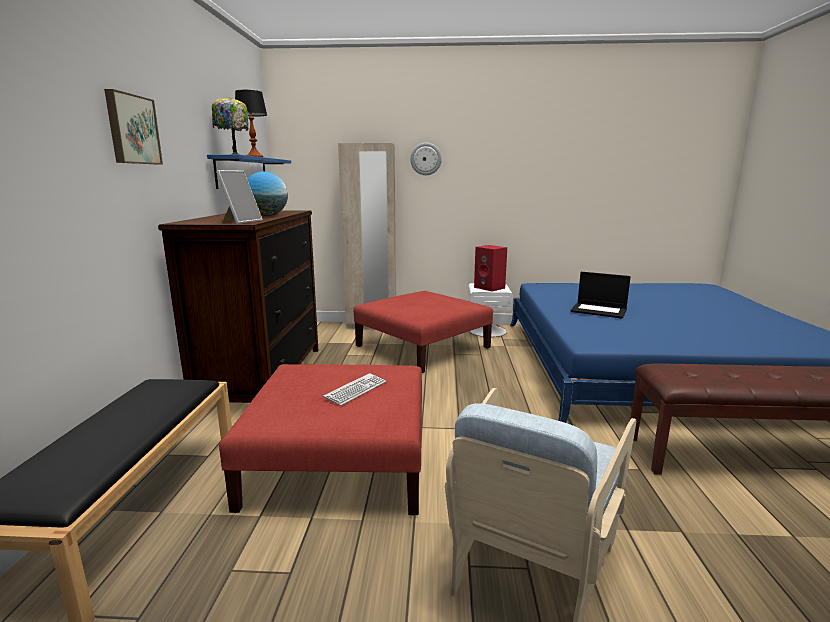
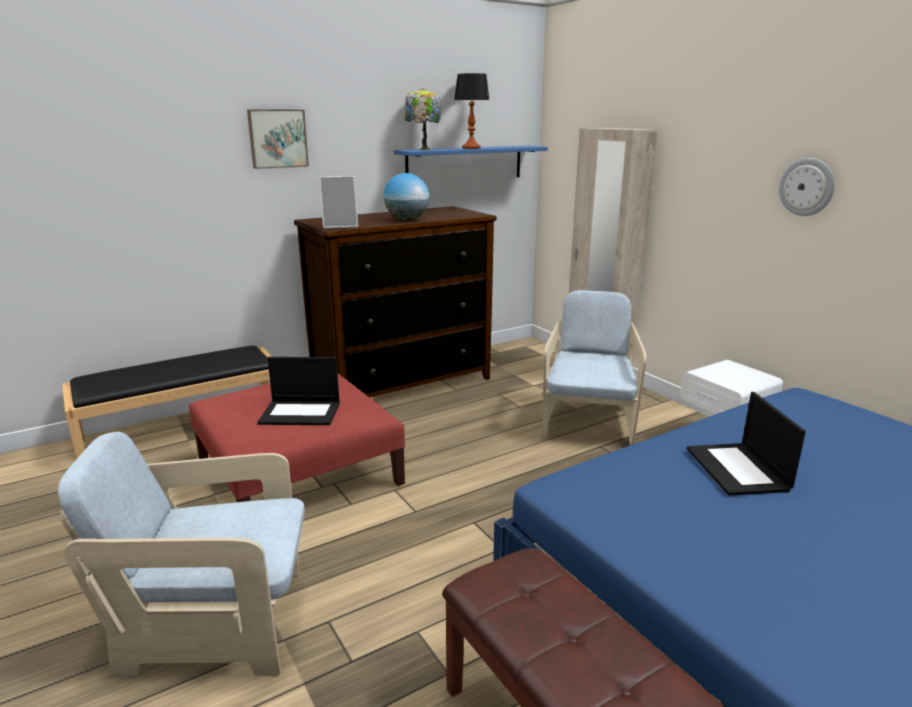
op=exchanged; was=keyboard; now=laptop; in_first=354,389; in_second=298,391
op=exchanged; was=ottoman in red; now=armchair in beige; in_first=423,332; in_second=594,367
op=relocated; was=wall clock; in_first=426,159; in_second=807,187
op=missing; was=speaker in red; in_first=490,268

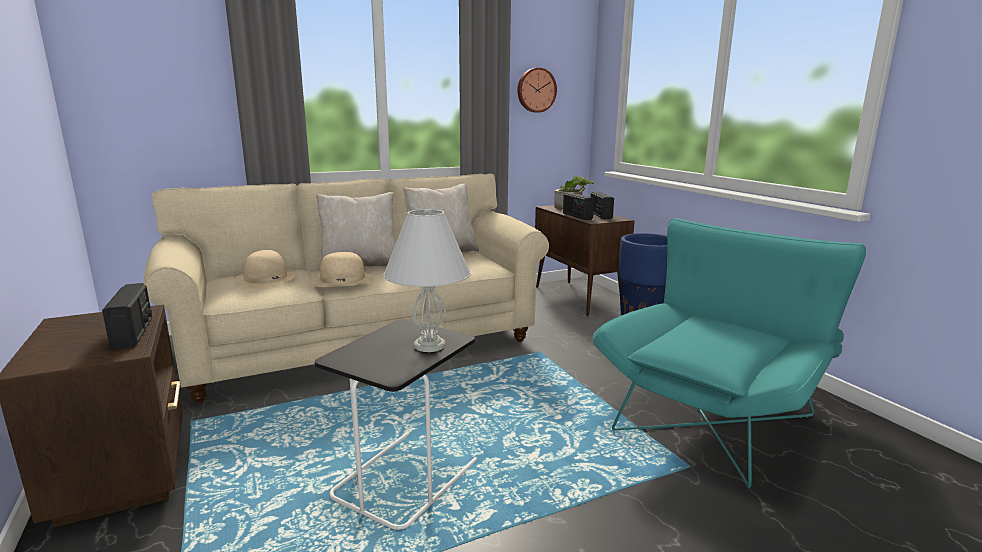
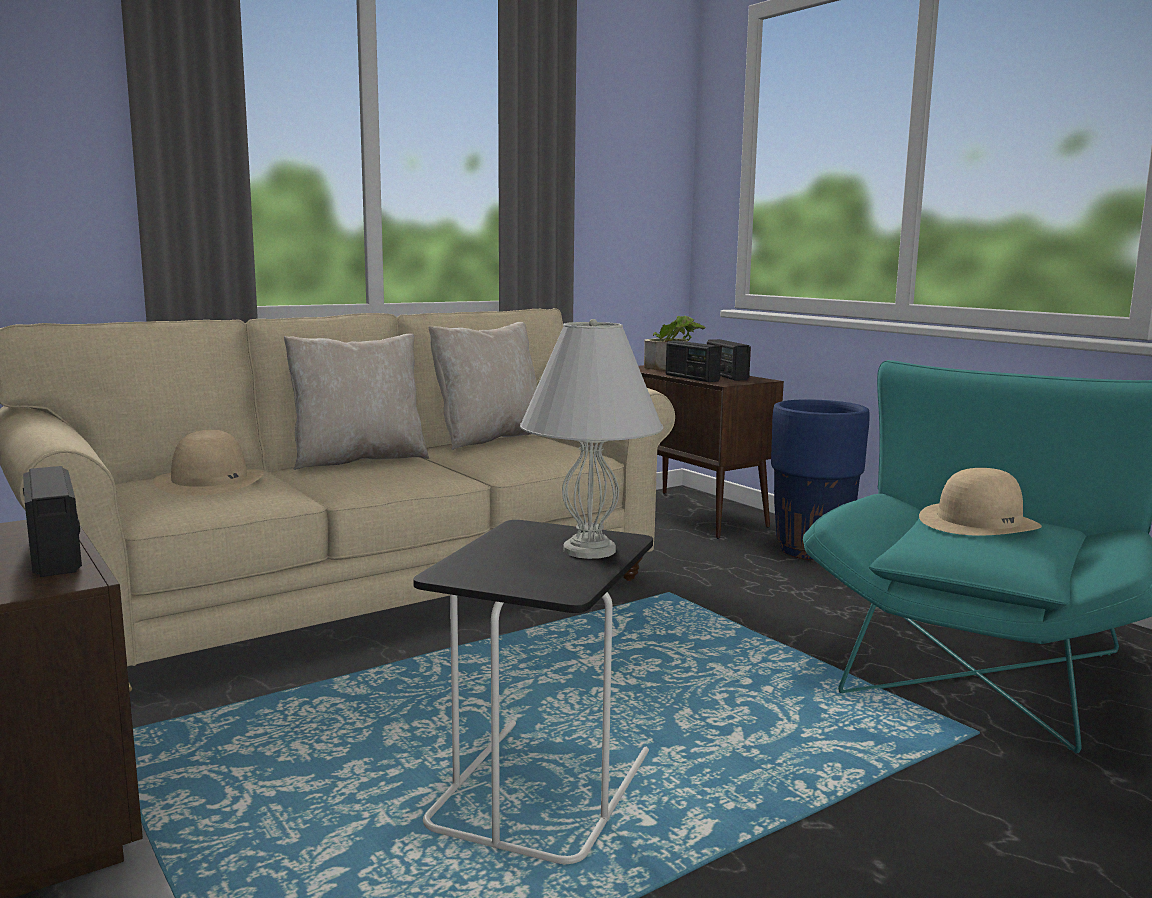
op=relocated; was=hat in beige; in_first=343,269; in_second=980,502
op=missing; was=wall clock; in_first=537,90

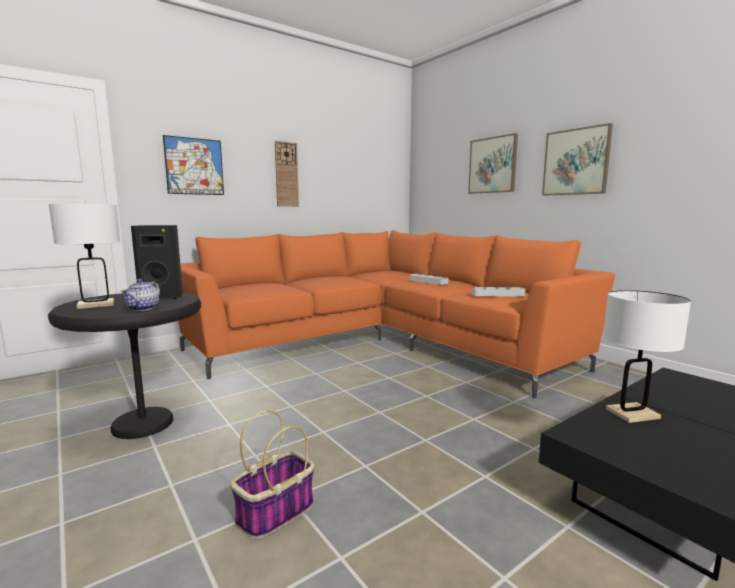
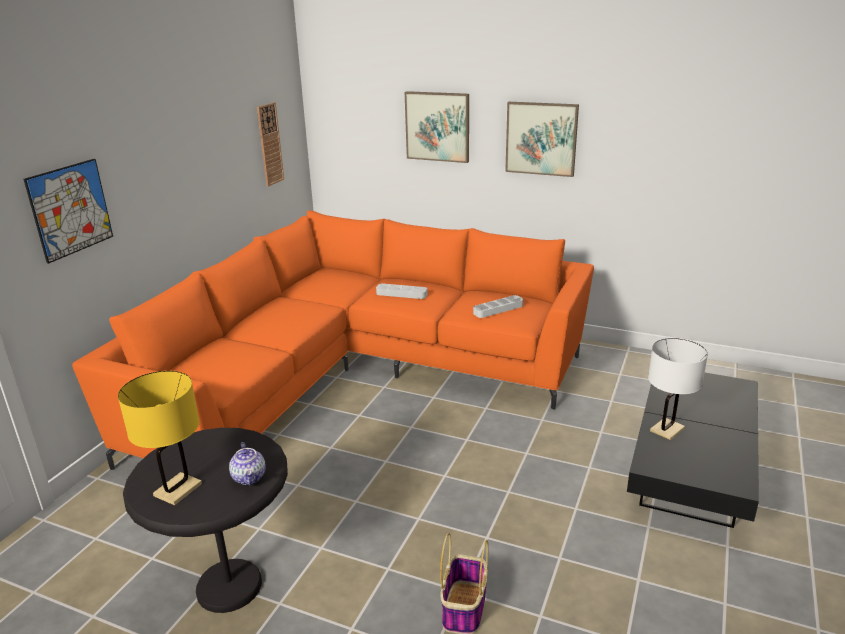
op=colour; was=table lamp in white; now=table lamp in yellow; in_first=84,256; in_second=160,438
op=relocated; was=wall clock; in_first=287,174; in_second=270,144
op=missing; was=speaker in black; in_first=157,262

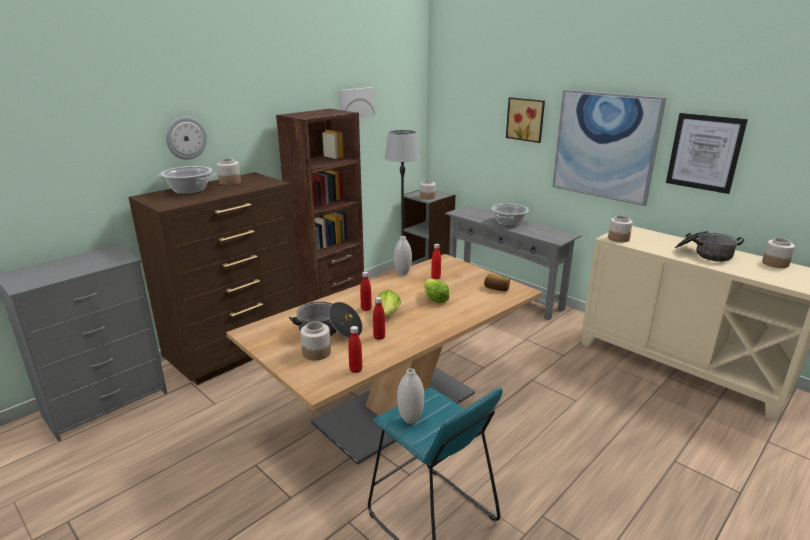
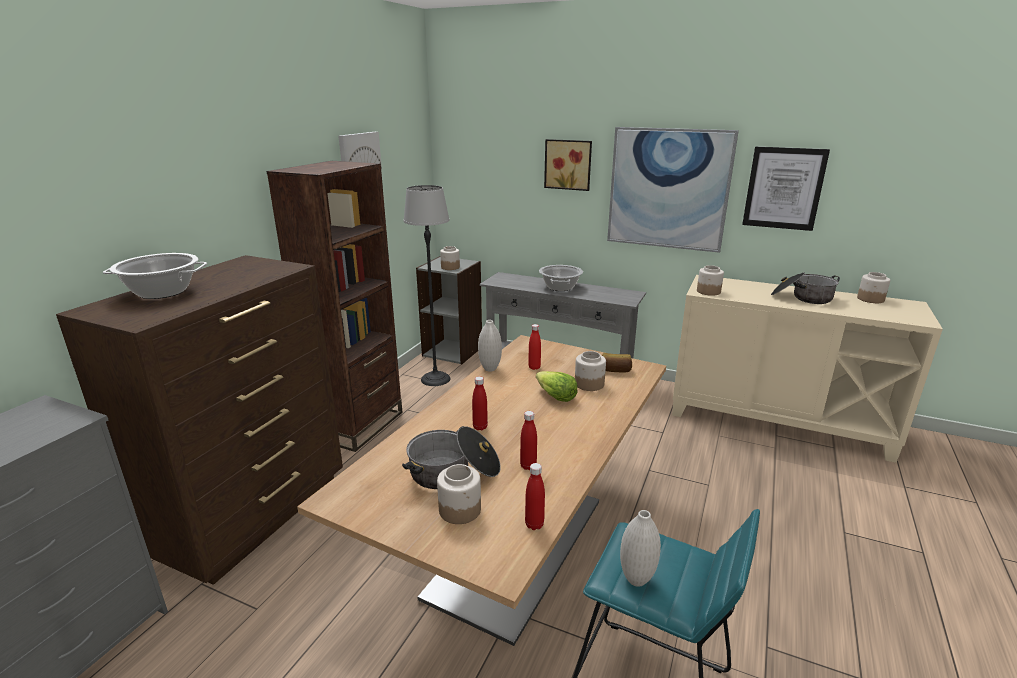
op=relocated; was=jar; in_first=229,171; in_second=590,371
op=missing; was=wall clock; in_first=186,138
op=missing; was=lettuce; in_first=389,303

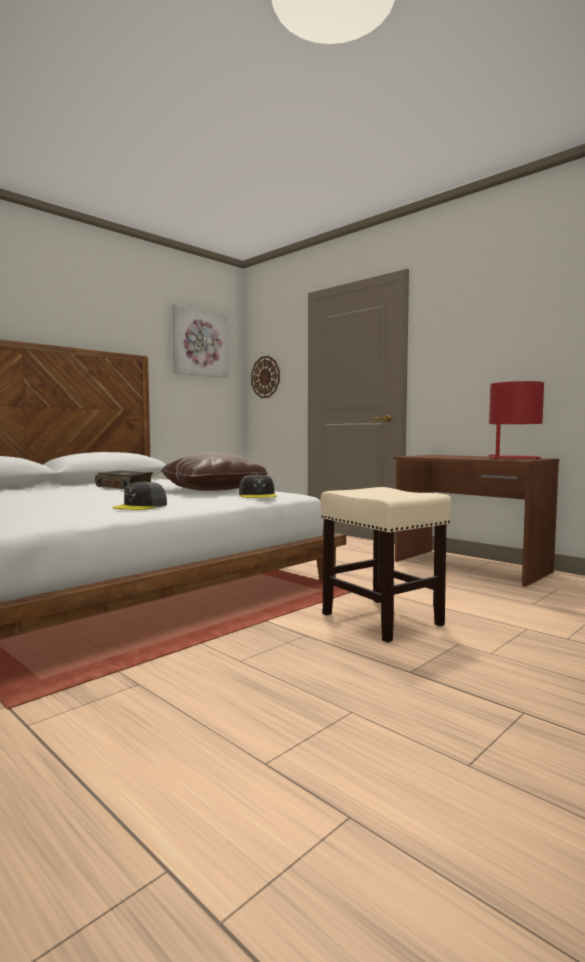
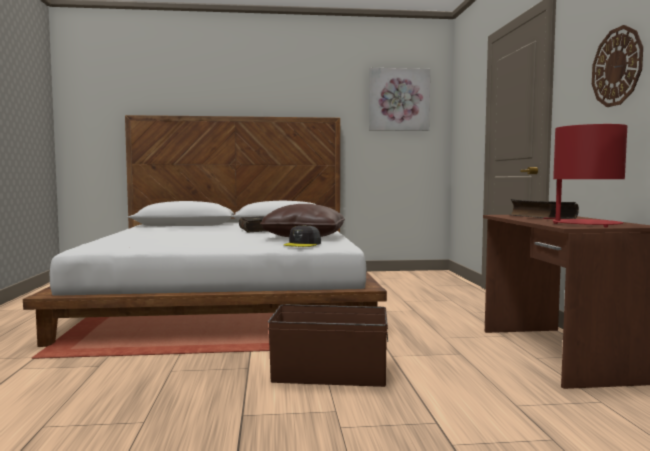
op=exchanged; was=stool in beige; now=storage box in brown; in_first=386,565; in_second=328,345
op=appeared; now=book; in_second=544,208
op=relocated; was=wall clock; in_first=265,377; in_second=617,66
op=missing; was=cap in grey; in_first=140,495

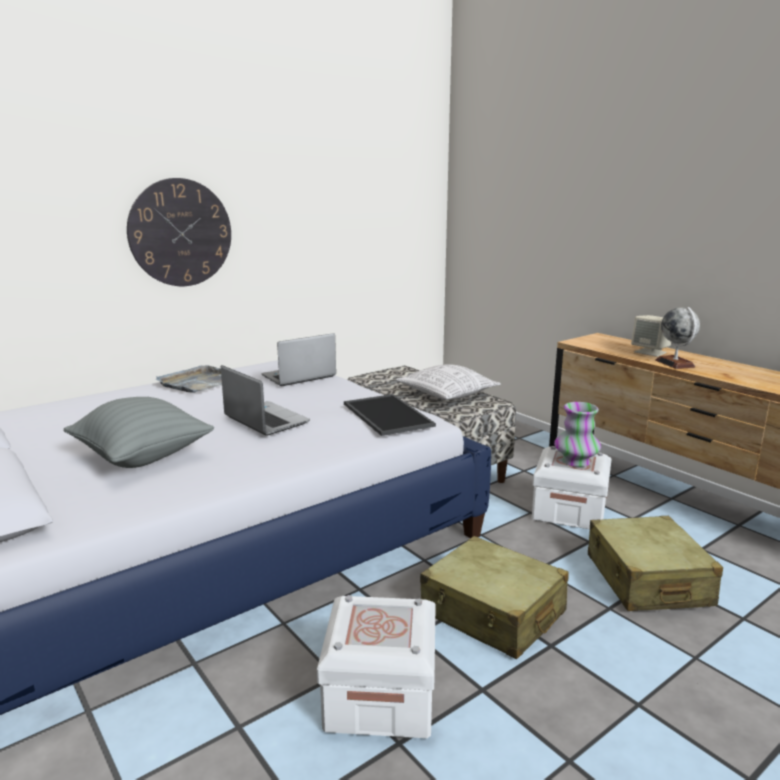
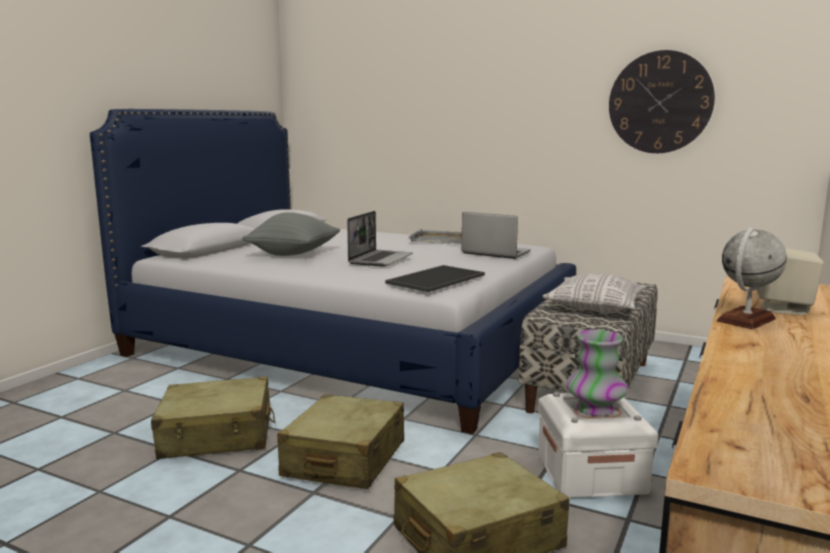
op=exchanged; was=storage box in white; now=suitcase in beige; in_first=376,666; in_second=213,417
op=relocated; was=wall clock; in_first=179,232; in_second=662,101

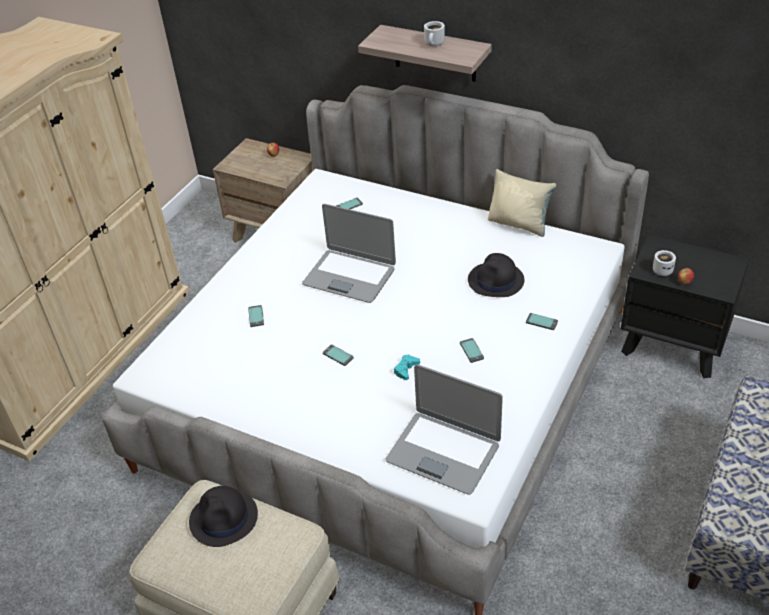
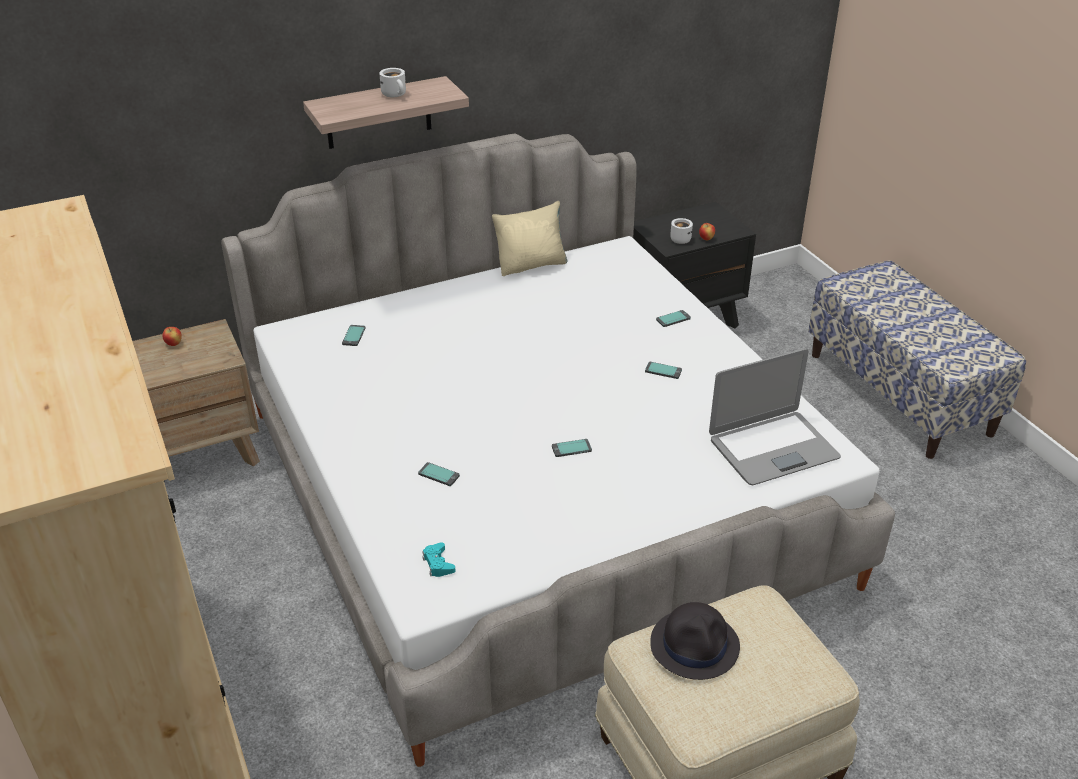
op=relocated; was=game controller in turquoise; in_first=407,367; in_second=439,559
op=missing; was=laptop; in_first=349,253
op=missing; was=hat in black; in_first=496,275

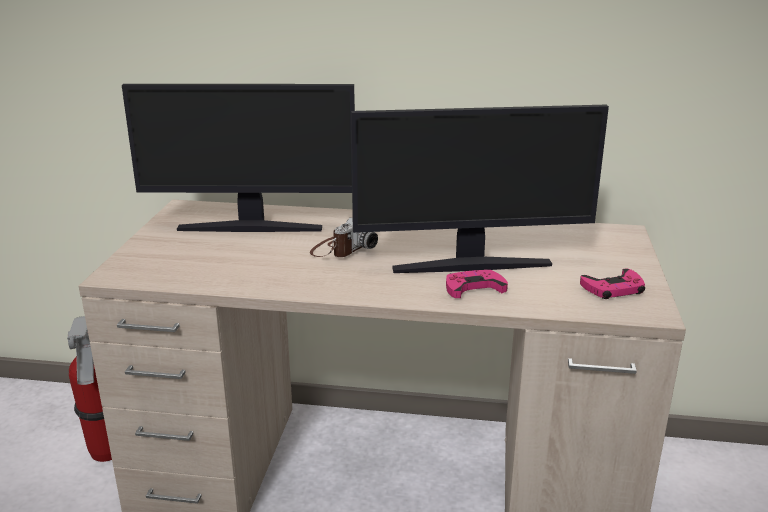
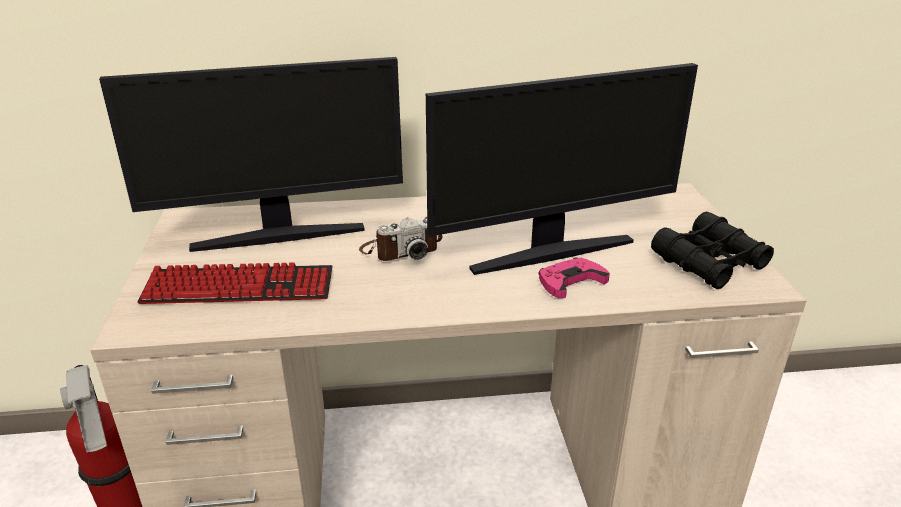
op=appeared; now=keyboard; in_second=235,283
op=spun; was=photo camera; in_first=344,237; in_second=401,239; clockwise=45
op=exchanged; was=game controller in pink; now=binoculars in black; in_first=612,284; in_second=712,250

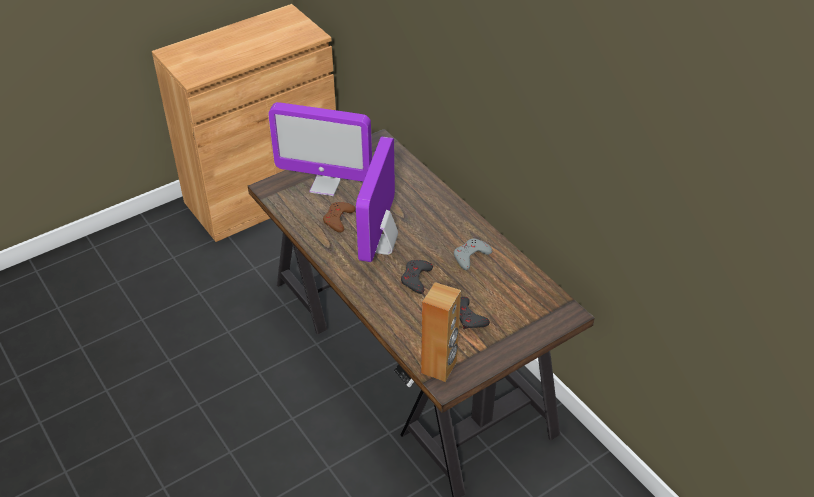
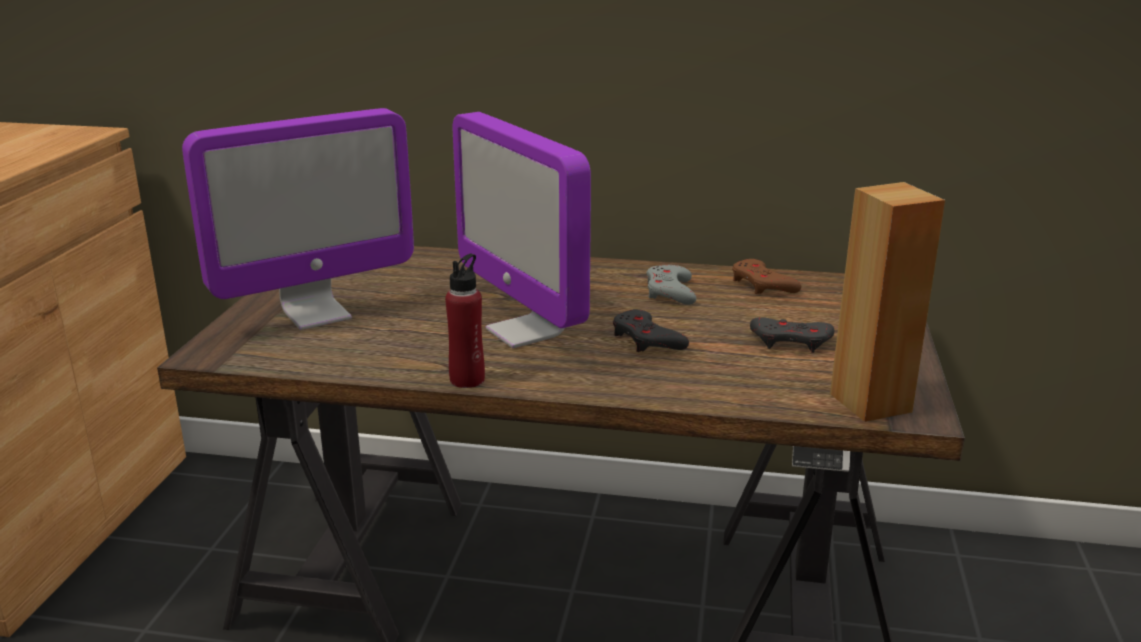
op=appeared; now=bottle in red; in_second=465,321
op=relocated; was=game controller in brown; in_first=339,217; in_second=766,276

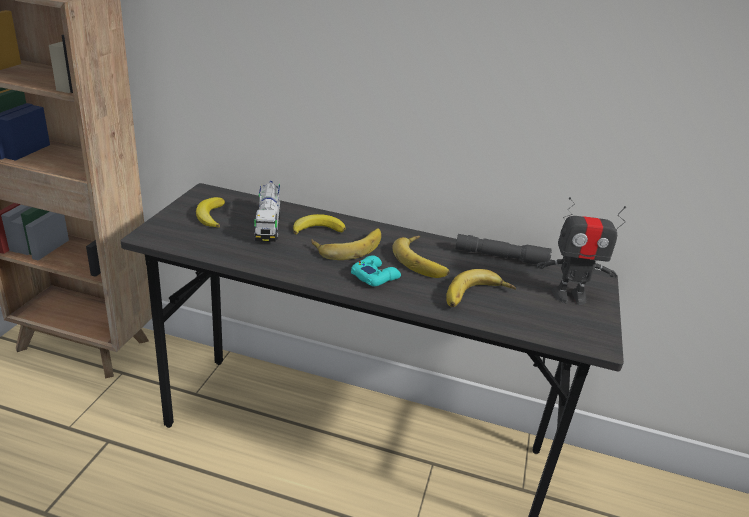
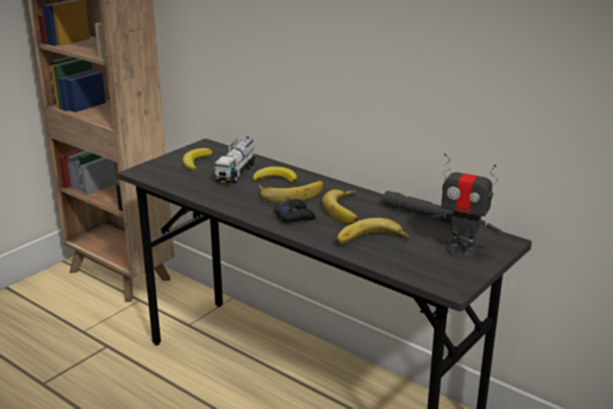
op=colour; was=game controller in turquoise; now=game controller in black; in_first=376,270; in_second=294,211

